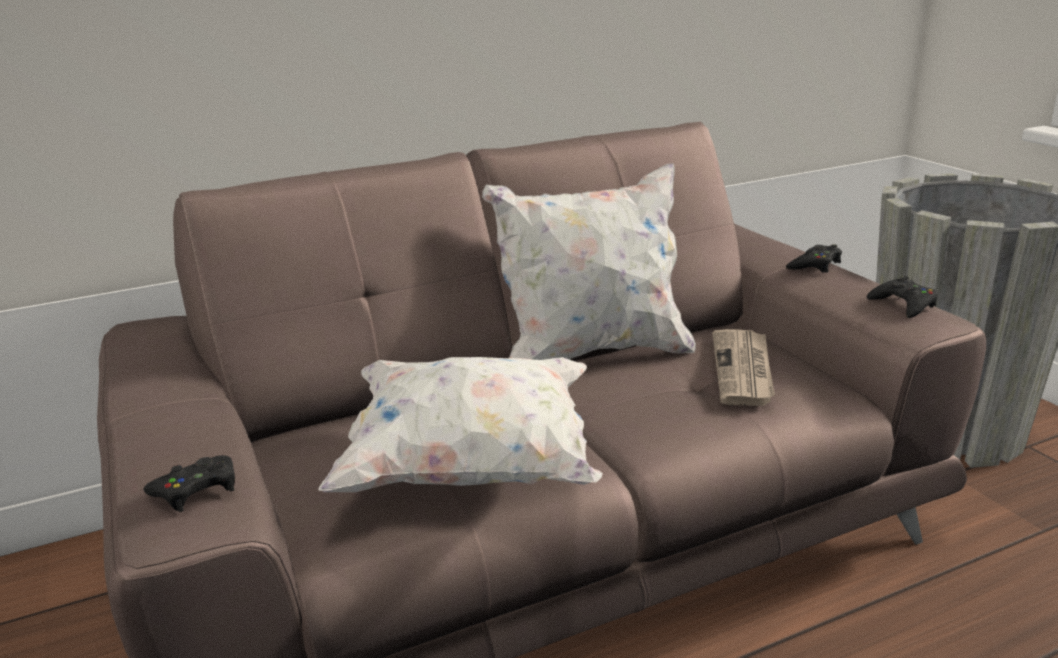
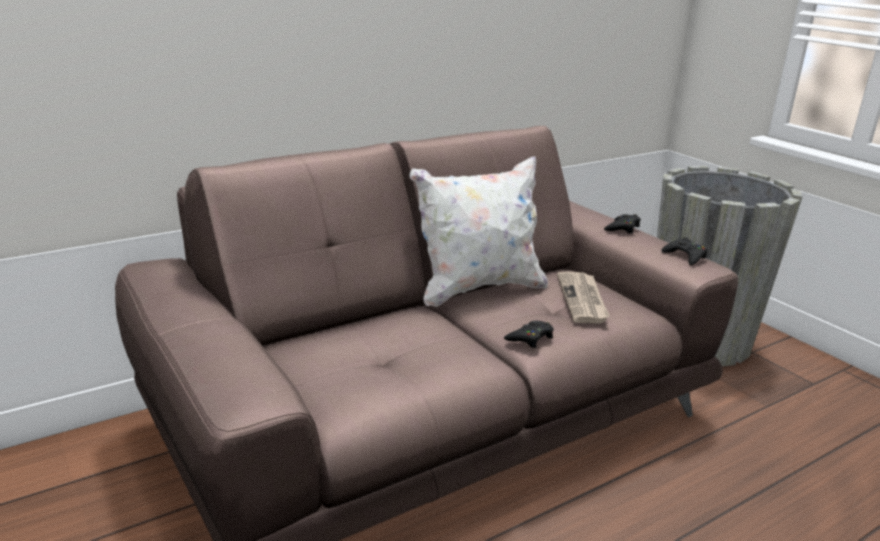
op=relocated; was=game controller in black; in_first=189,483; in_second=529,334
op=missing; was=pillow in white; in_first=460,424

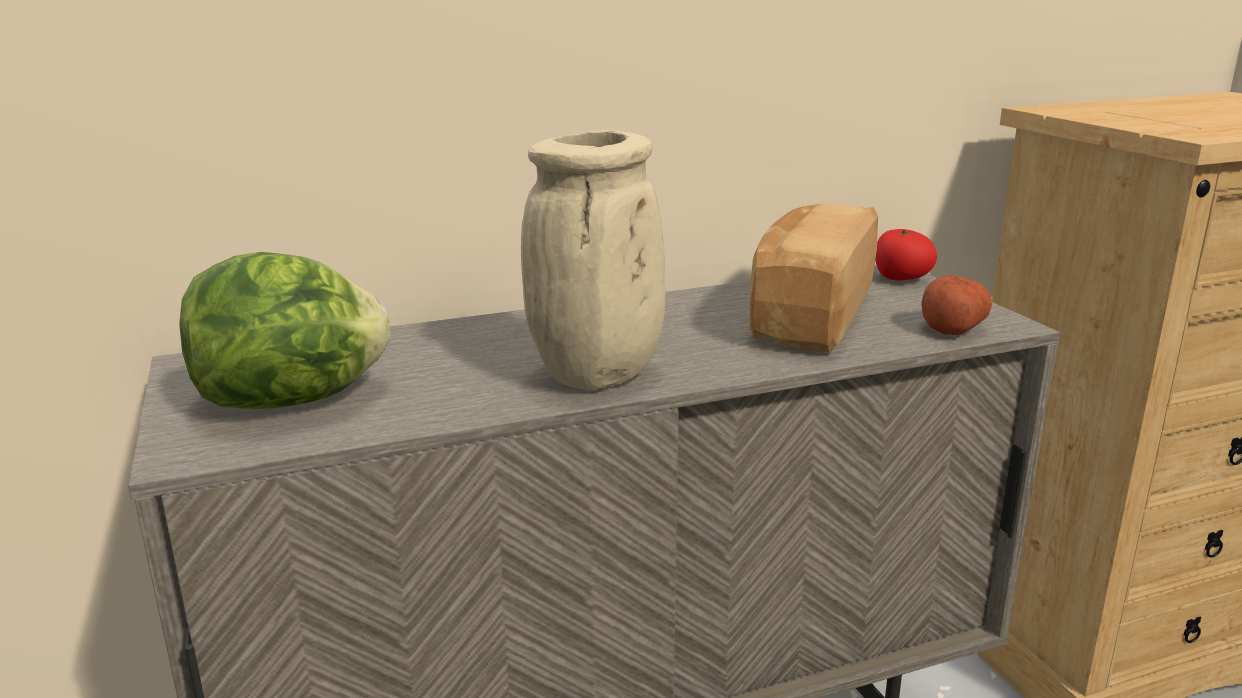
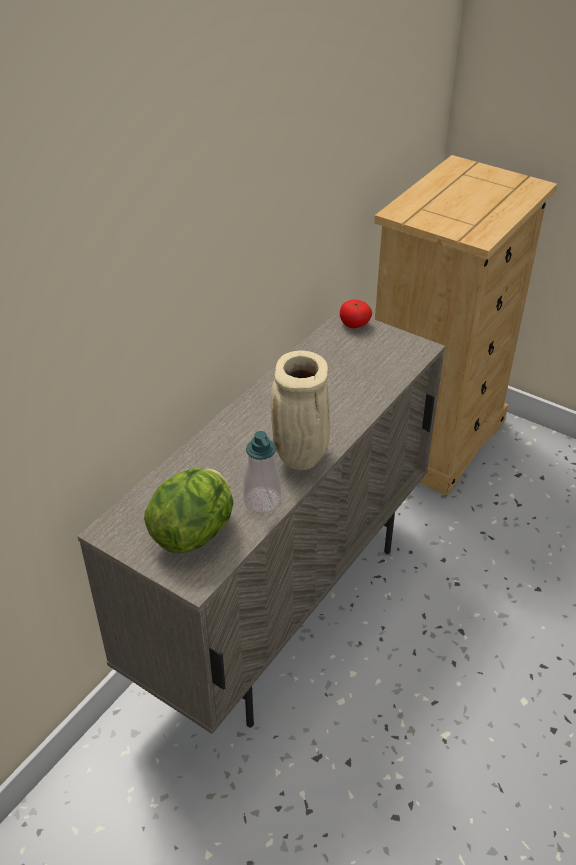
op=appeared; now=soap dispenser; in_second=262,472
op=missing; was=bread; in_first=814,278
op=missing; was=potato; in_first=956,305

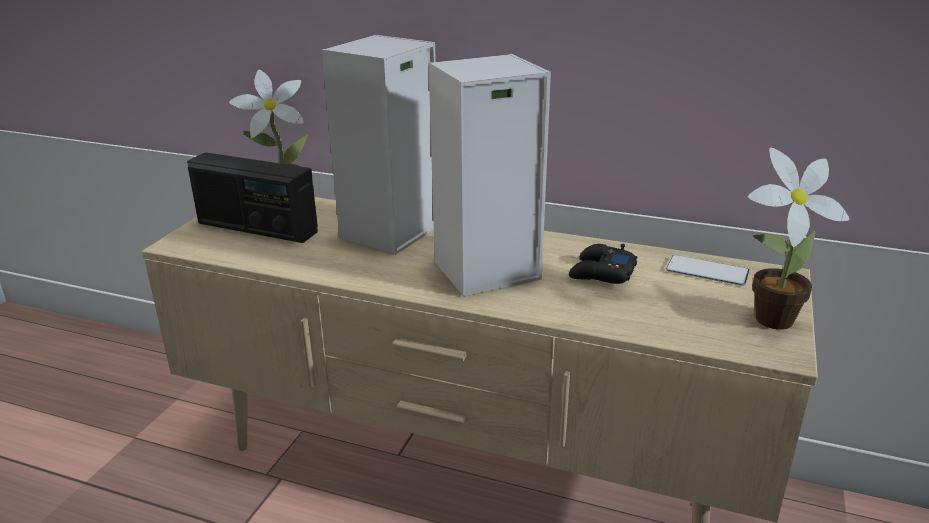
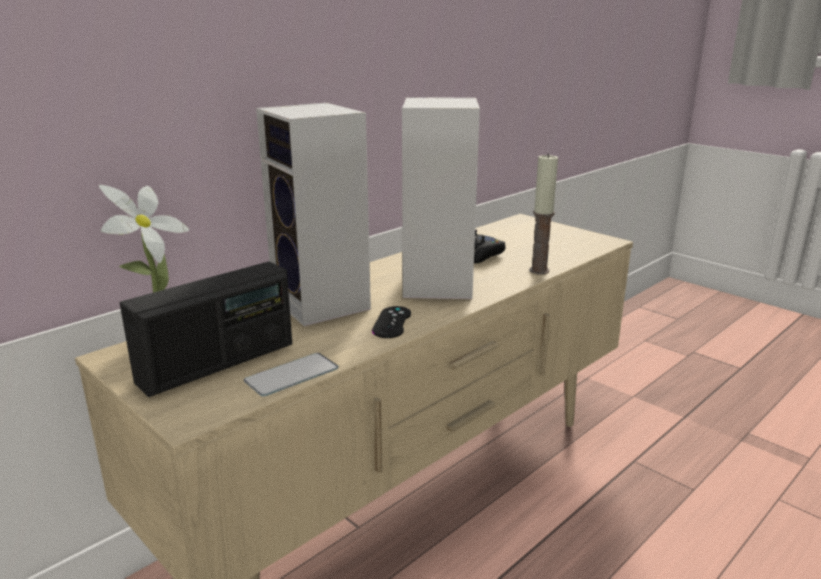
op=relocated; was=phone; in_first=708,270; in_second=291,375
op=appeared; now=game controller in black; in_second=391,322
op=appeared; now=candle; in_second=543,214
op=missing; was=potted plant; in_first=799,239

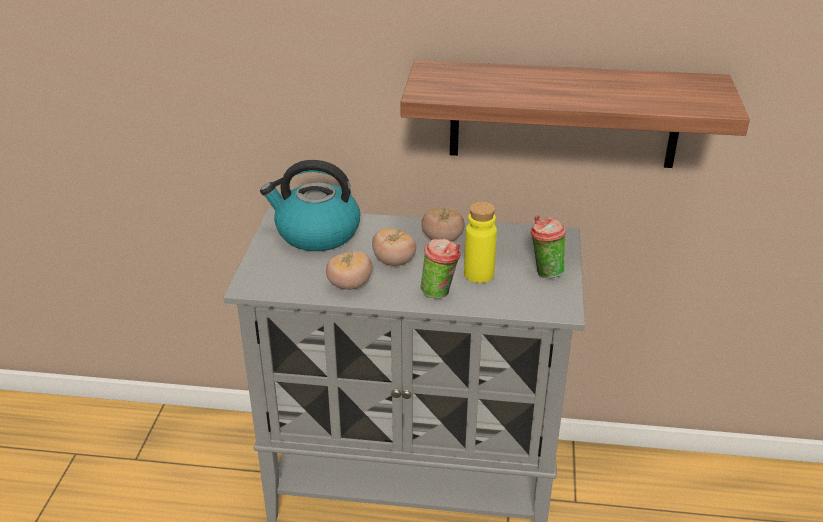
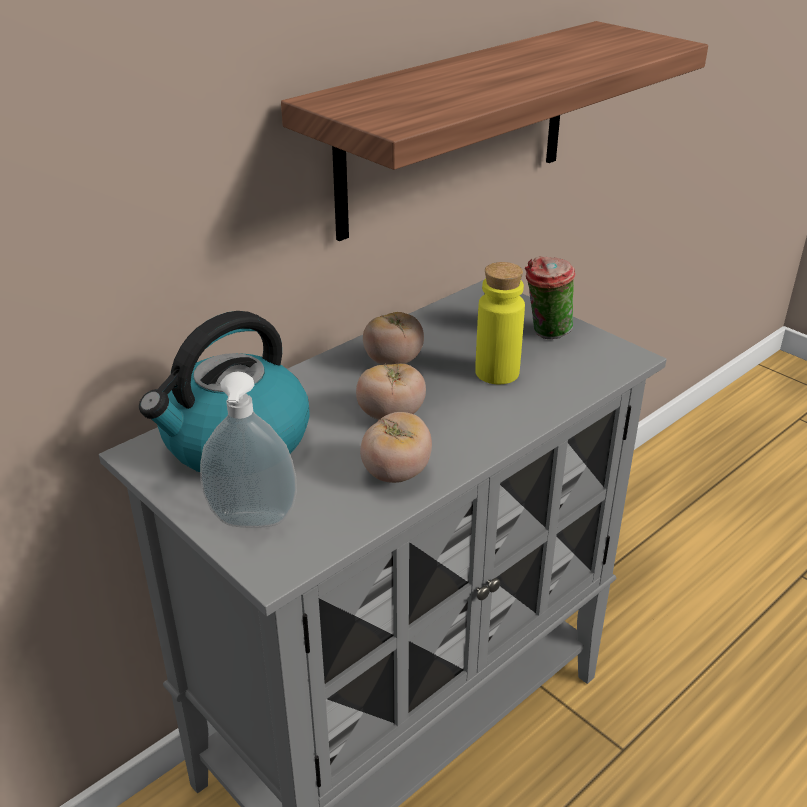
op=appeared; now=soap dispenser; in_second=248,450
op=missing; was=cup; in_first=440,268

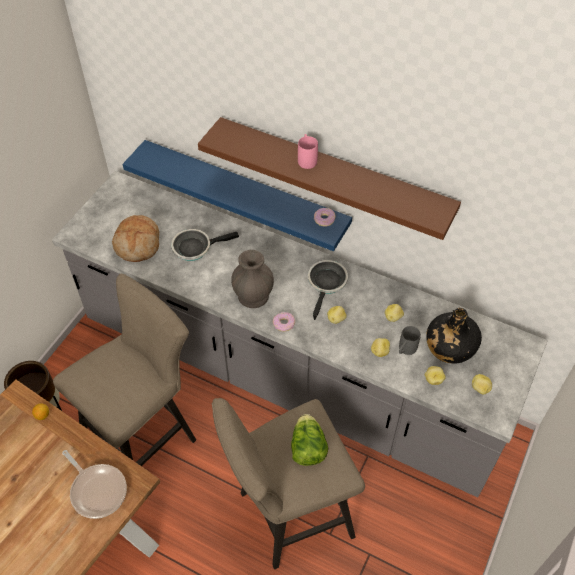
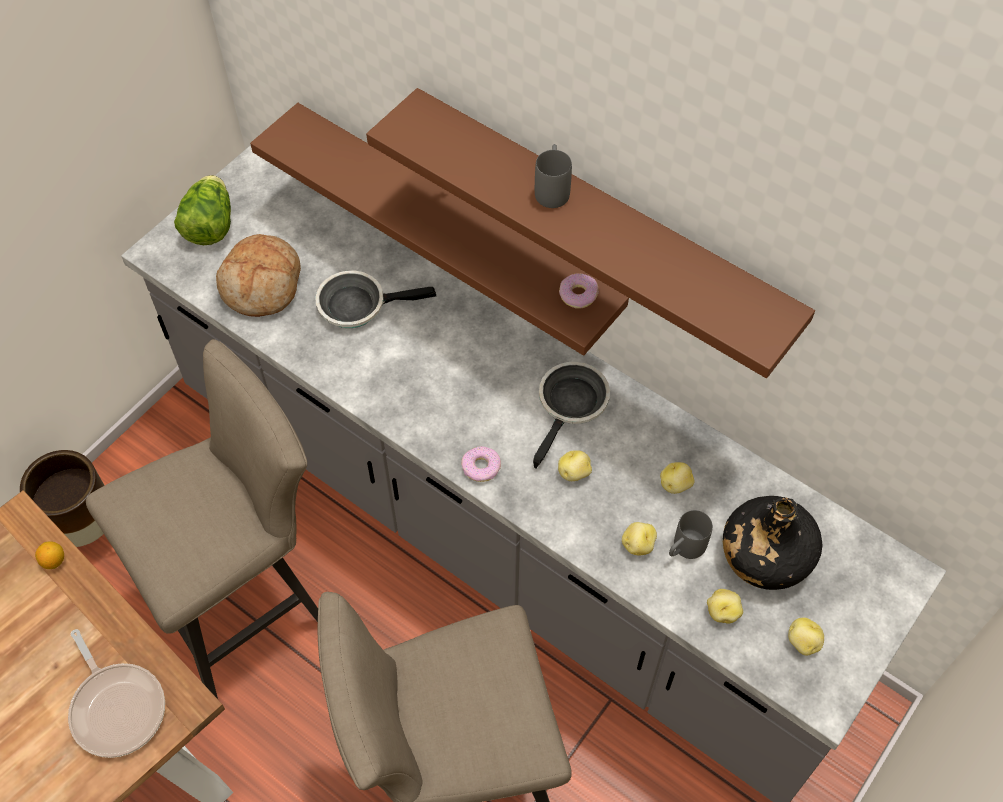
op=relocated; was=lettuce; in_first=309,440; in_second=202,210
op=colour; was=shelf in blue; now=shelf in brown; in_first=237,195; in_second=439,229
op=colour; was=mug in pink; now=mug in grey; in_first=308,151; in_second=553,176
op=missing; was=vase in grey; in_first=252,279

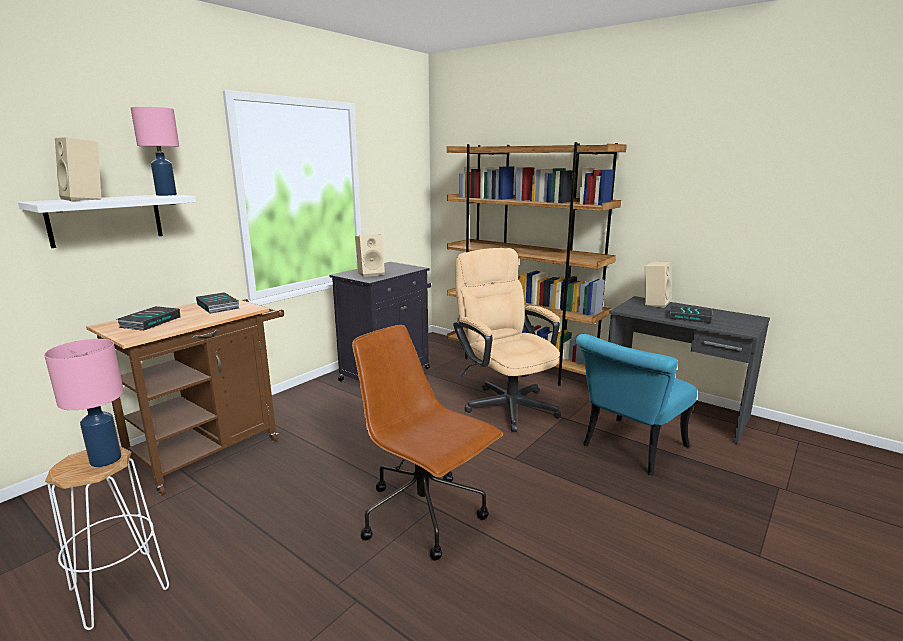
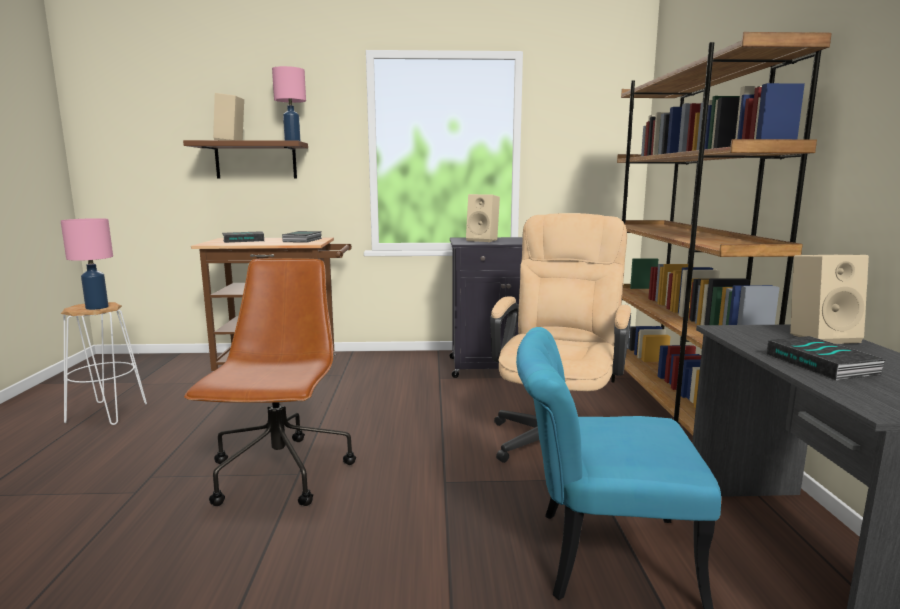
op=colour; was=shelf in white; now=shelf in brown; in_first=107,221; in_second=245,159

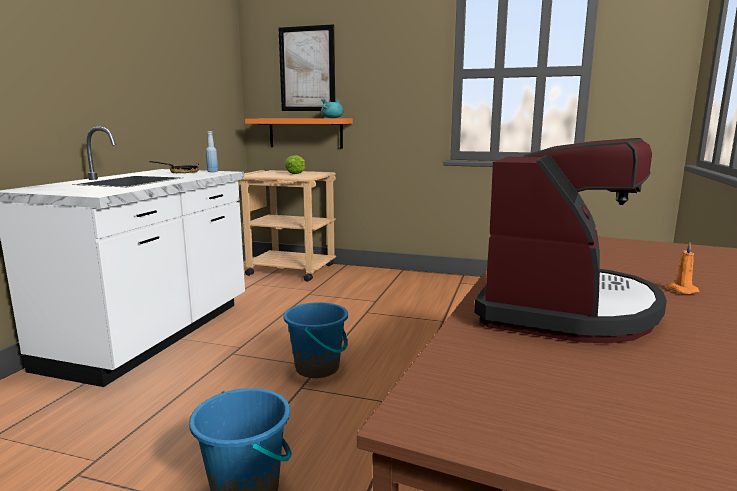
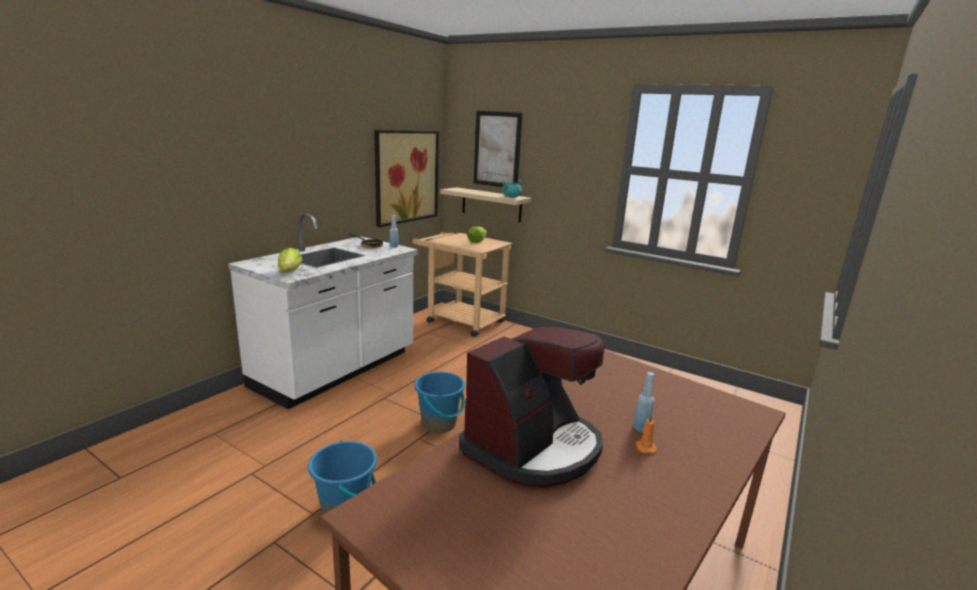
op=appeared; now=lettuce; in_second=290,260
op=appeared; now=picture; in_second=406,178
op=colour; was=shelf in orange; now=shelf in beige; in_first=299,133; in_second=485,205
op=appeared; now=bottle in blue; in_second=644,402

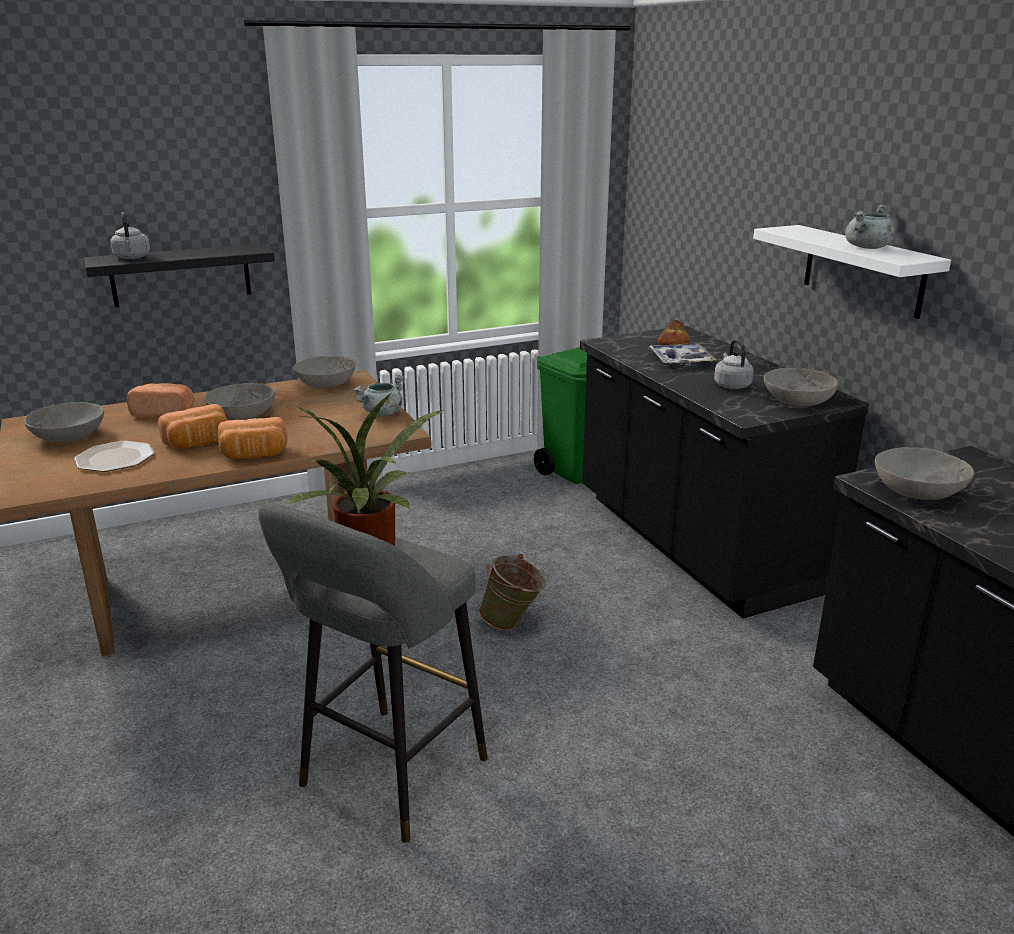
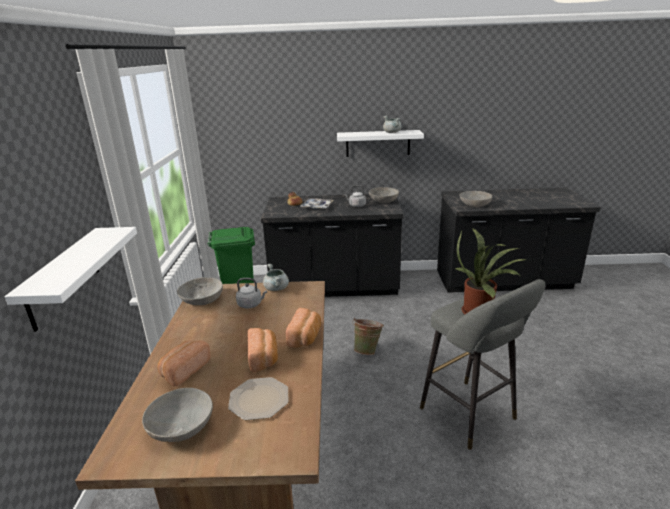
op=colour; was=shelf in black; now=shelf in white; in_first=179,275; in_second=70,279
op=relocated; was=kettle in grey; in_first=130,235; in_second=251,293
op=missing; was=bowl in grey; in_first=240,401

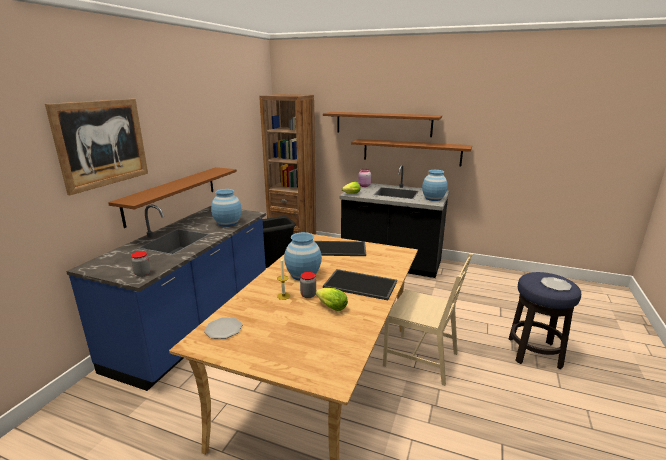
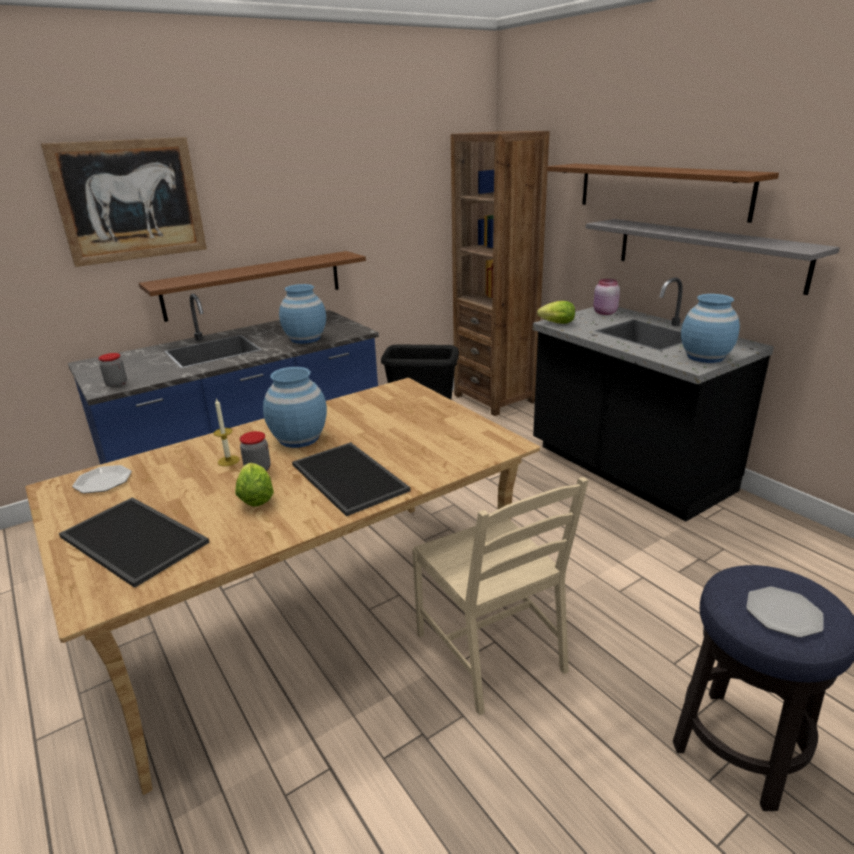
op=relocated; was=tray; in_first=340,248; in_second=134,542
op=colour; was=shelf in brown; now=shelf in grey; in_first=411,152; in_second=713,257

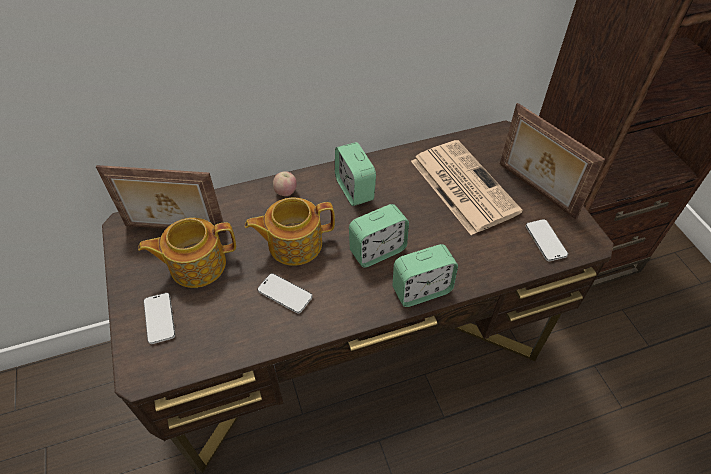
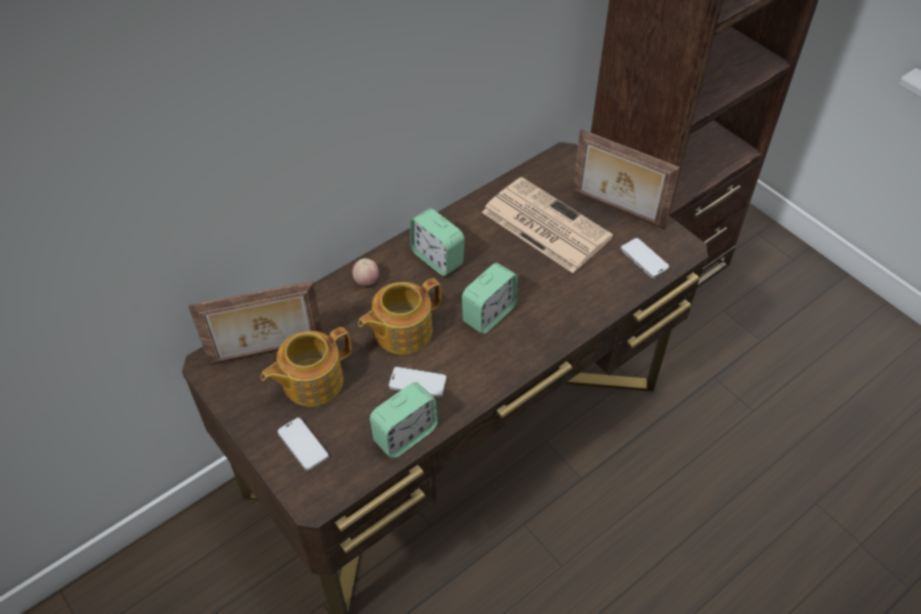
op=relocated; was=alarm clock; in_first=425,275; in_second=404,420

